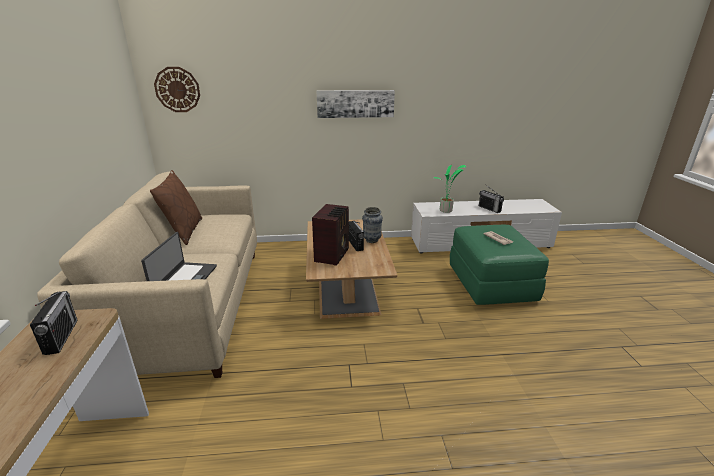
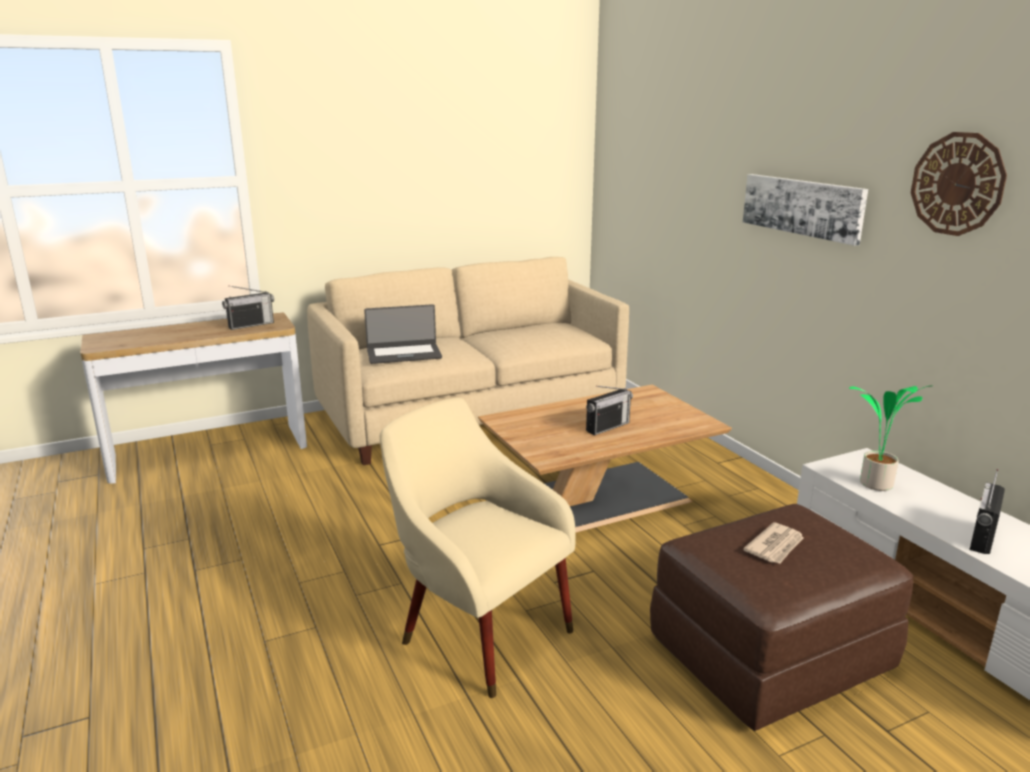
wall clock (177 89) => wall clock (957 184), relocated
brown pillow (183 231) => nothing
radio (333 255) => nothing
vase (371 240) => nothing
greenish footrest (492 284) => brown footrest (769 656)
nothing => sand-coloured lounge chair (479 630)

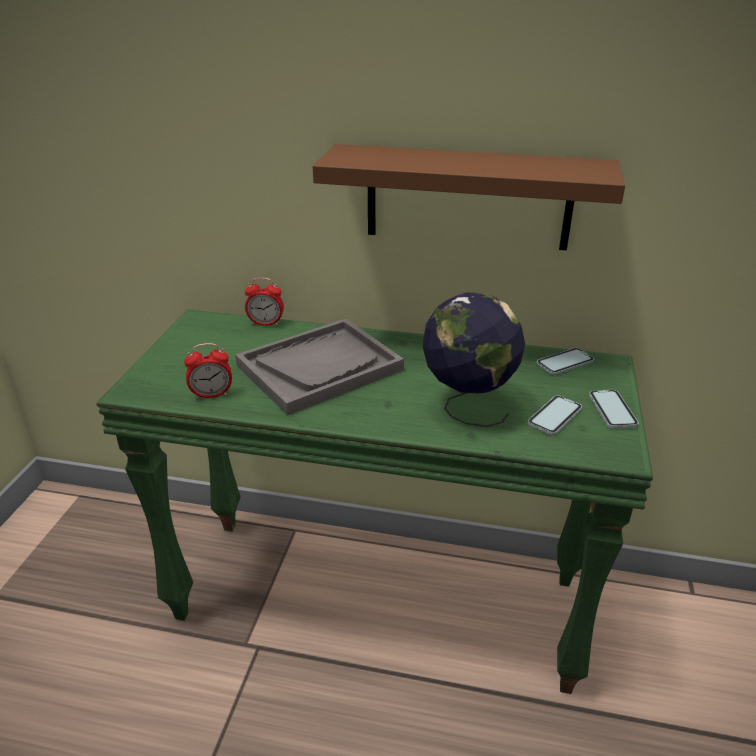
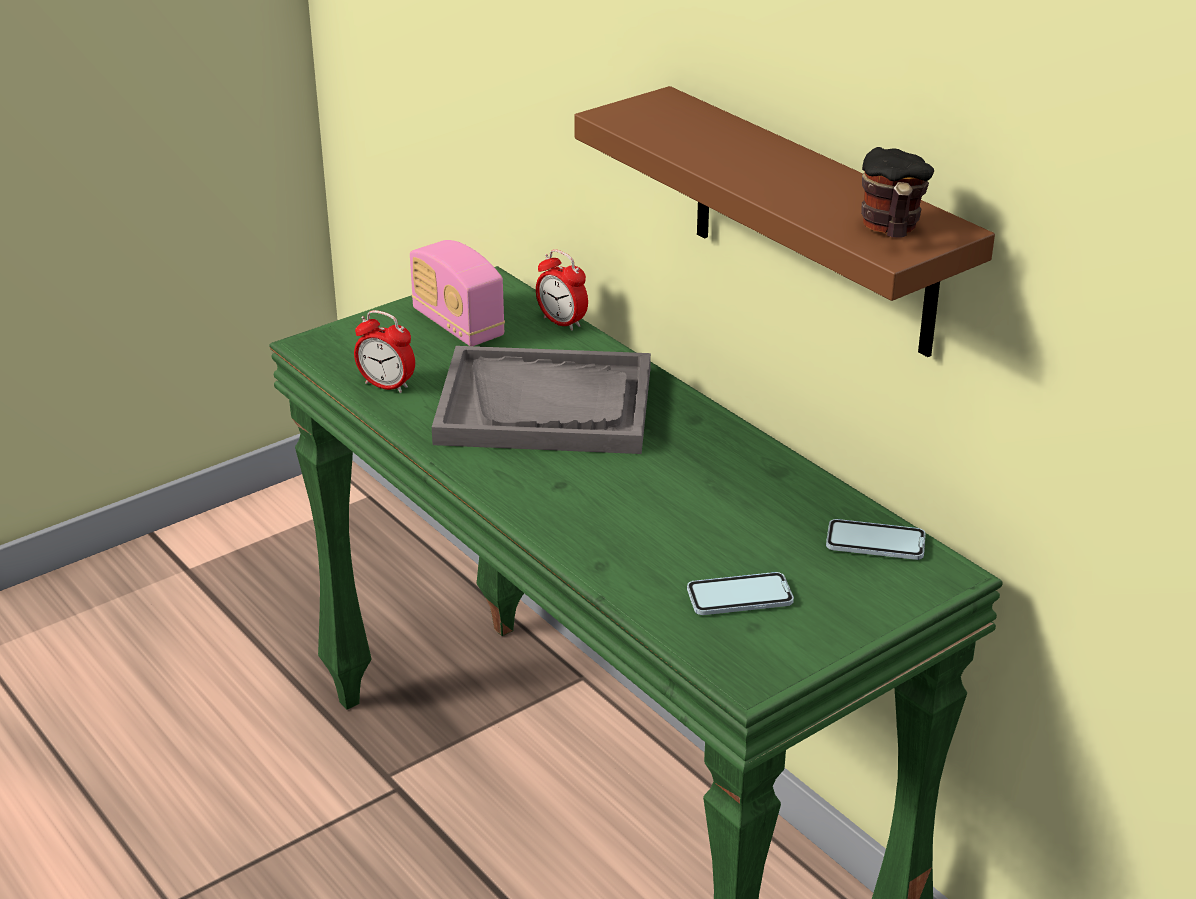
desk globe (467 407) => nothing
phone (612 410) => nothing
nothing => coffee mug (890 231)
nothing => radio (458 325)

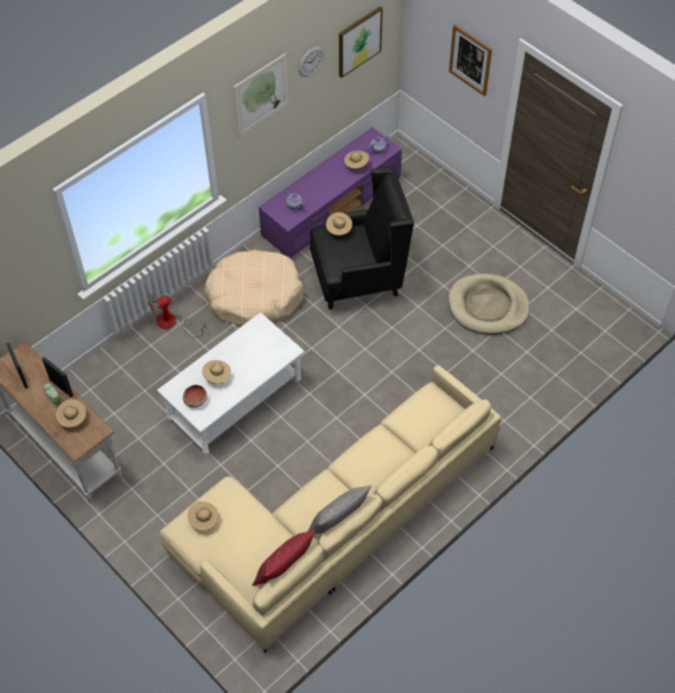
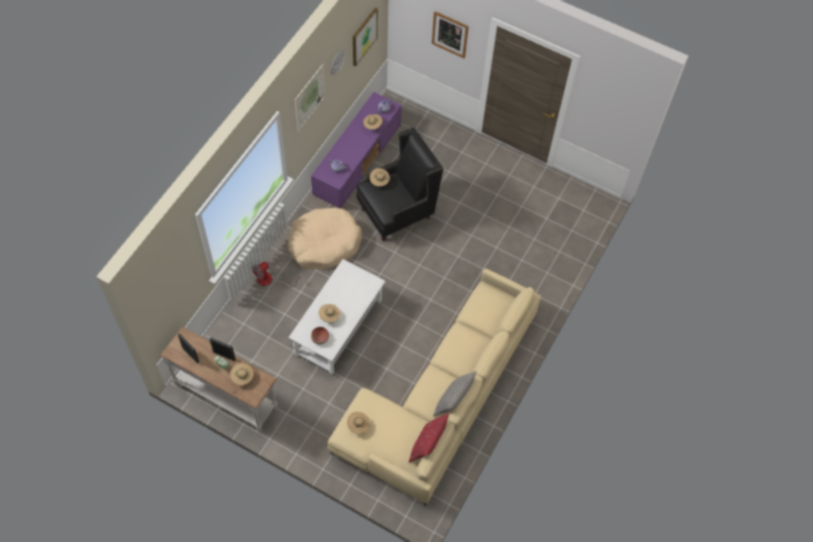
sand-coloured dog bed (488 306) => nothing

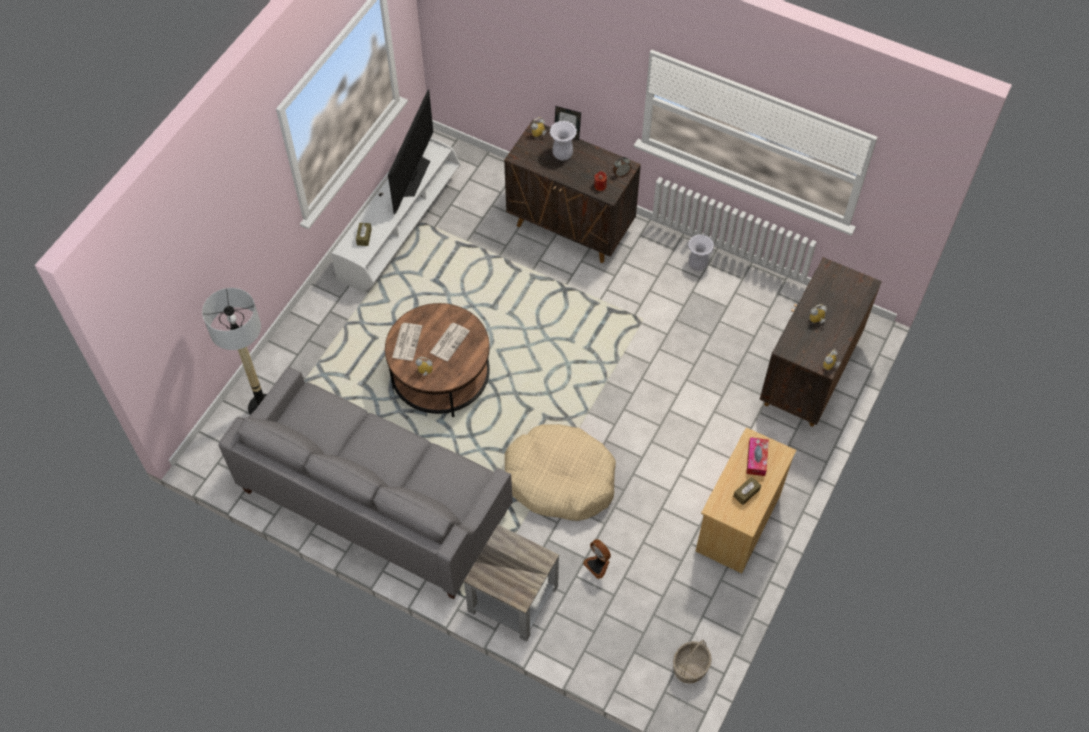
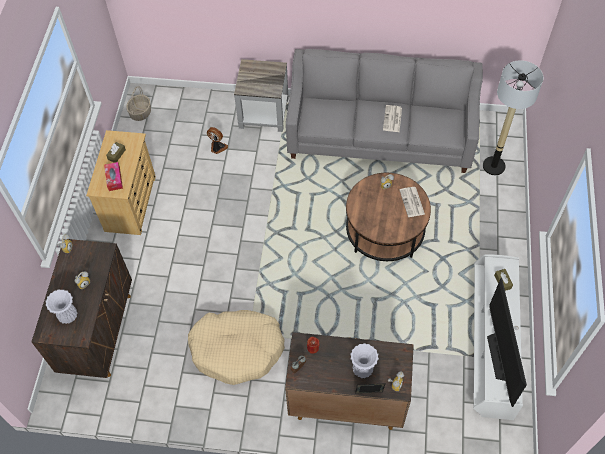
white vase (698 265) => white vase (68 316), relocated
daily paper (449 341) => daily paper (392 119), relocated
sand-coloured dog bed (560 479) => sand-coloured dog bed (237 349), relocated

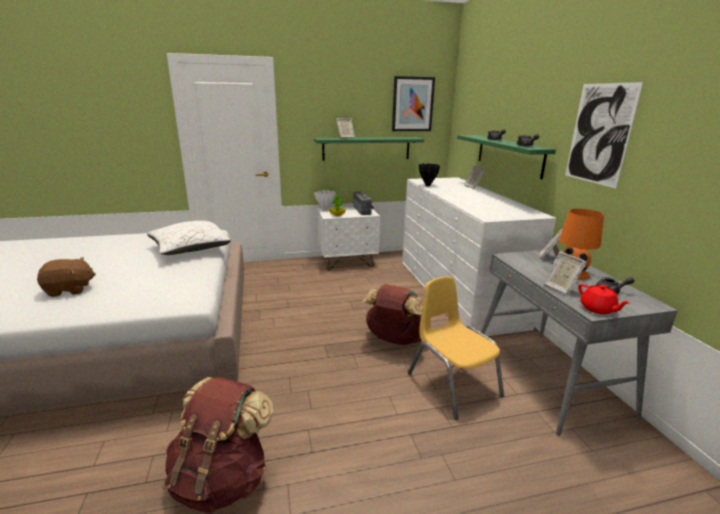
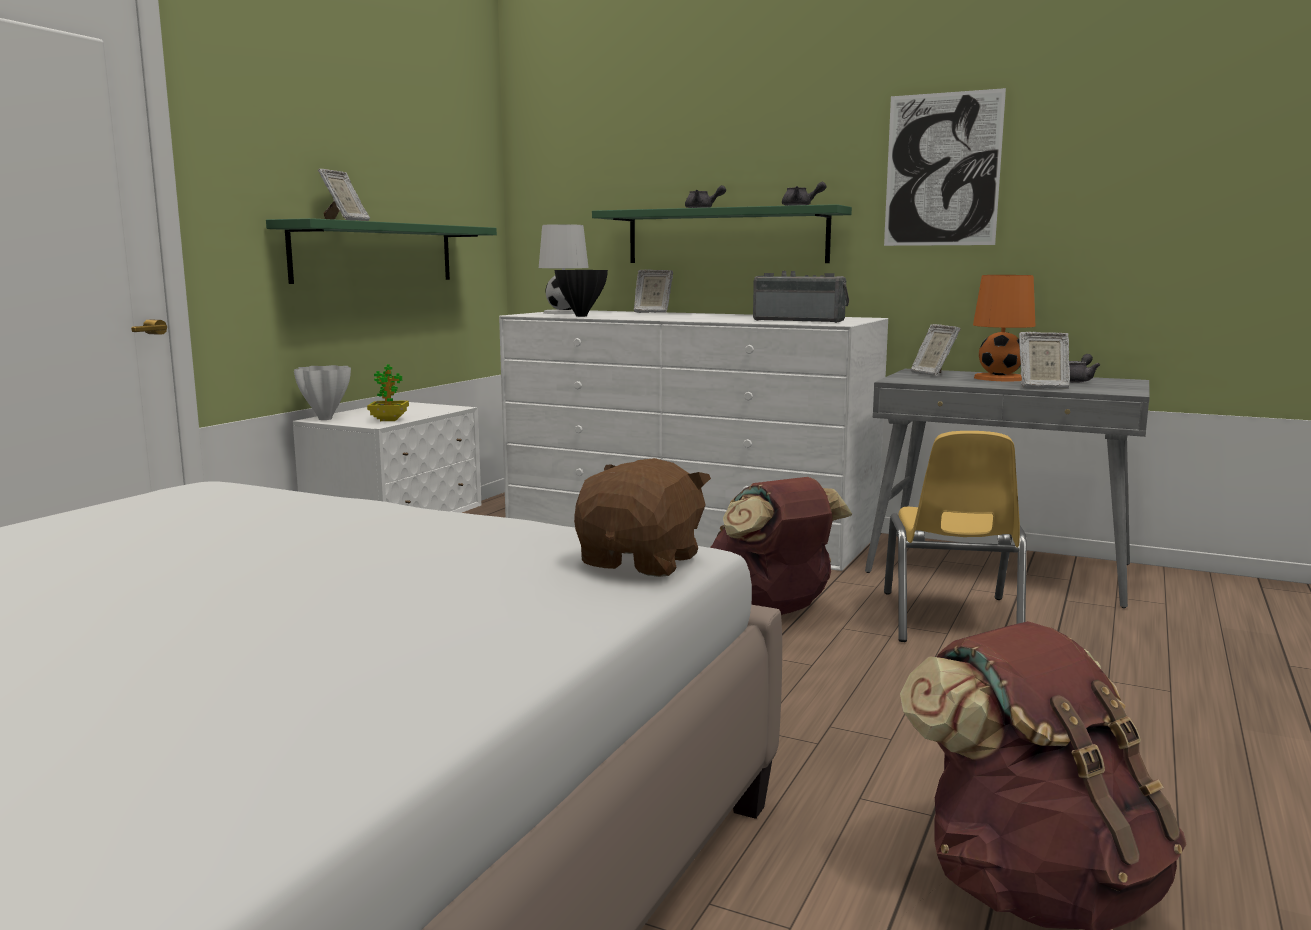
picture (412 104) => nothing
radio (364 211) => radio (800 320), relocated
white pillow (190 250) => nothing
brown soft toy (70 290) => brown soft toy (642 562), relocated
yellow chair (453 384) => yellow chair (950 619), 90 degrees counterclockwise
reddish pot for tea (598 309) => nothing
nothing => white table lamp (564 313)

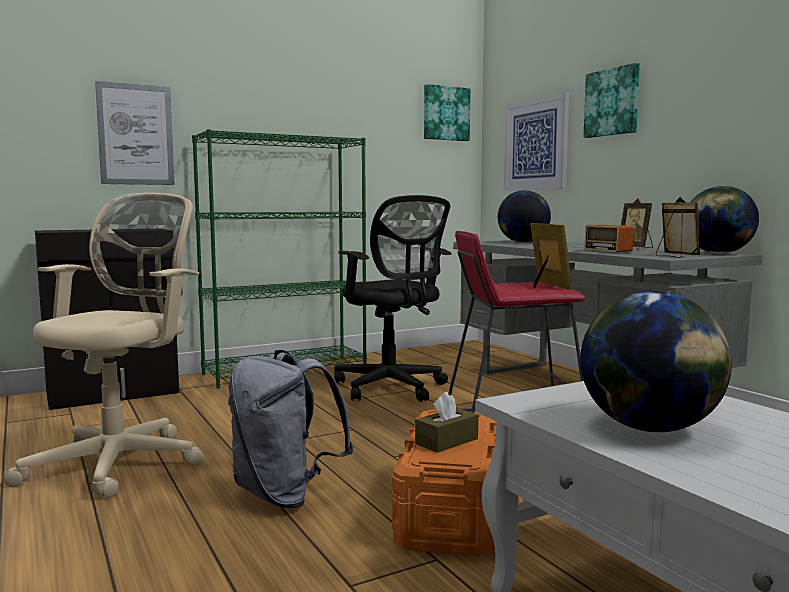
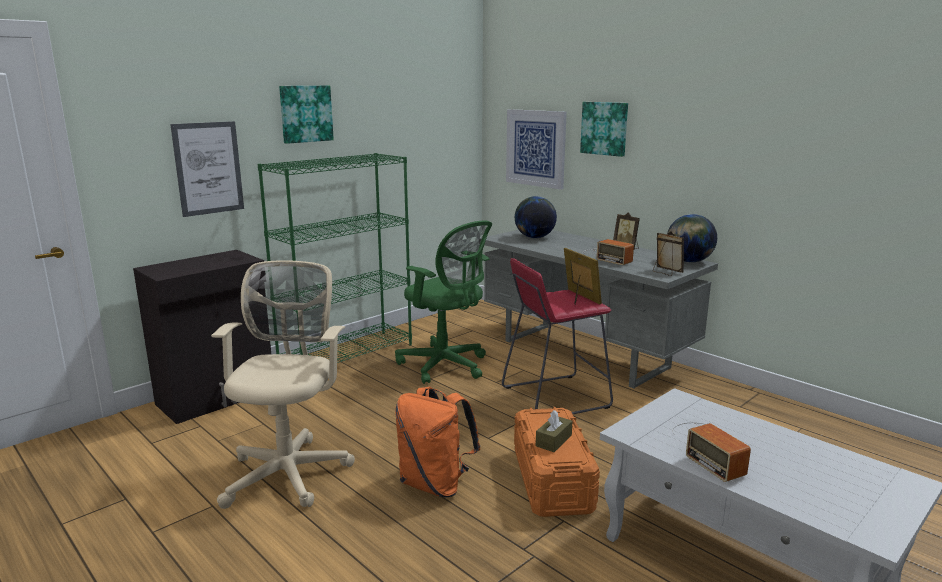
picture (445 113) => picture (305 113), relocated
blackish office chair (392 388) => greenish office chair (446 366)
desk globe (650 428) => radio (708 448)
gray knapsack (285 495) => orangey knapsack (435 484)

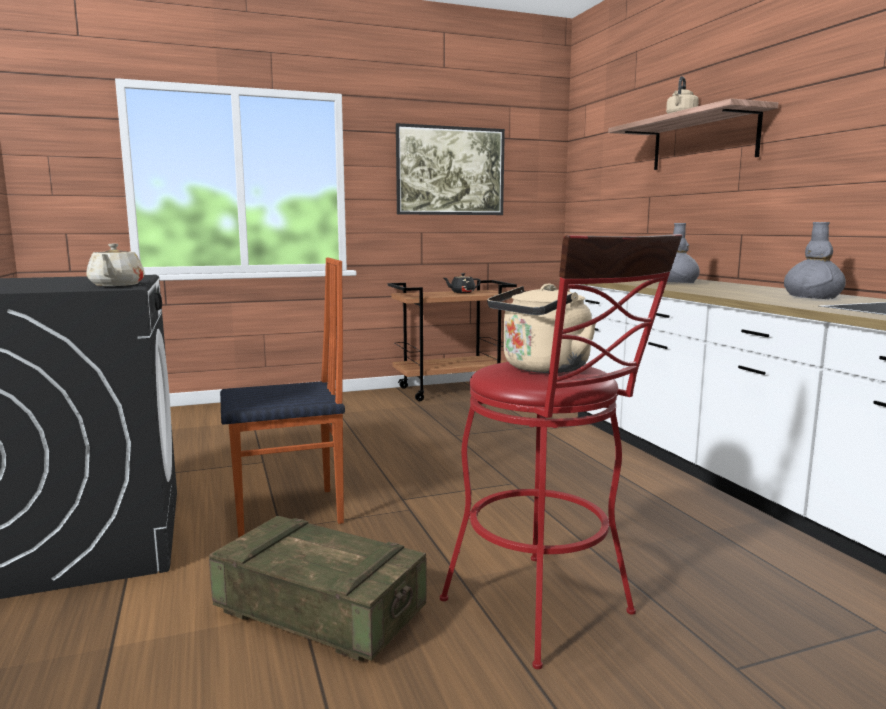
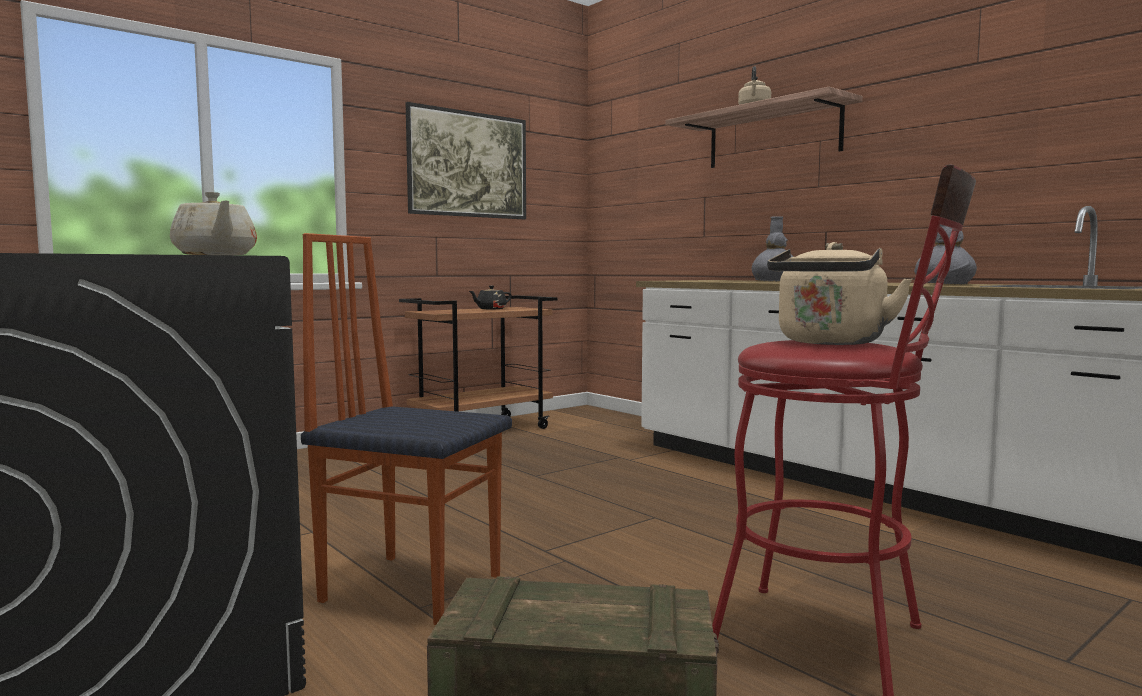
chair (289 513) => chair (412 586), 120 degrees counterclockwise

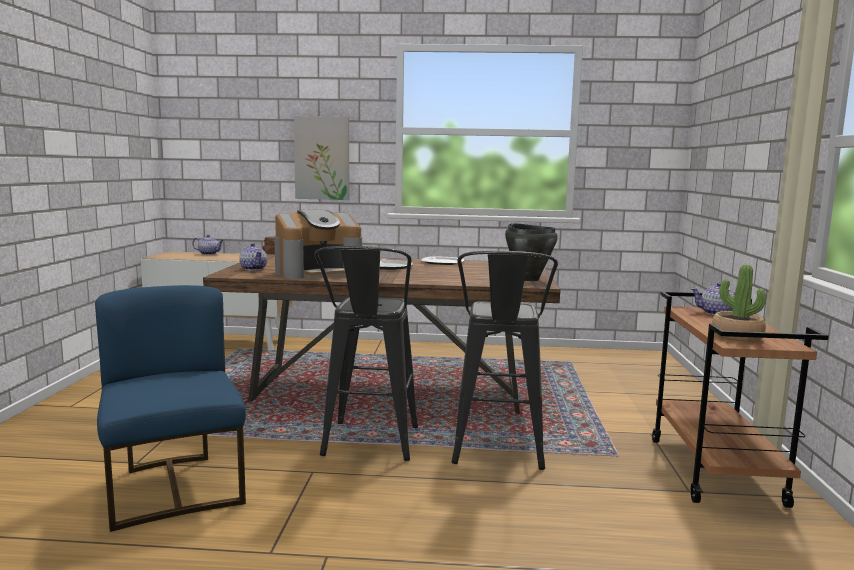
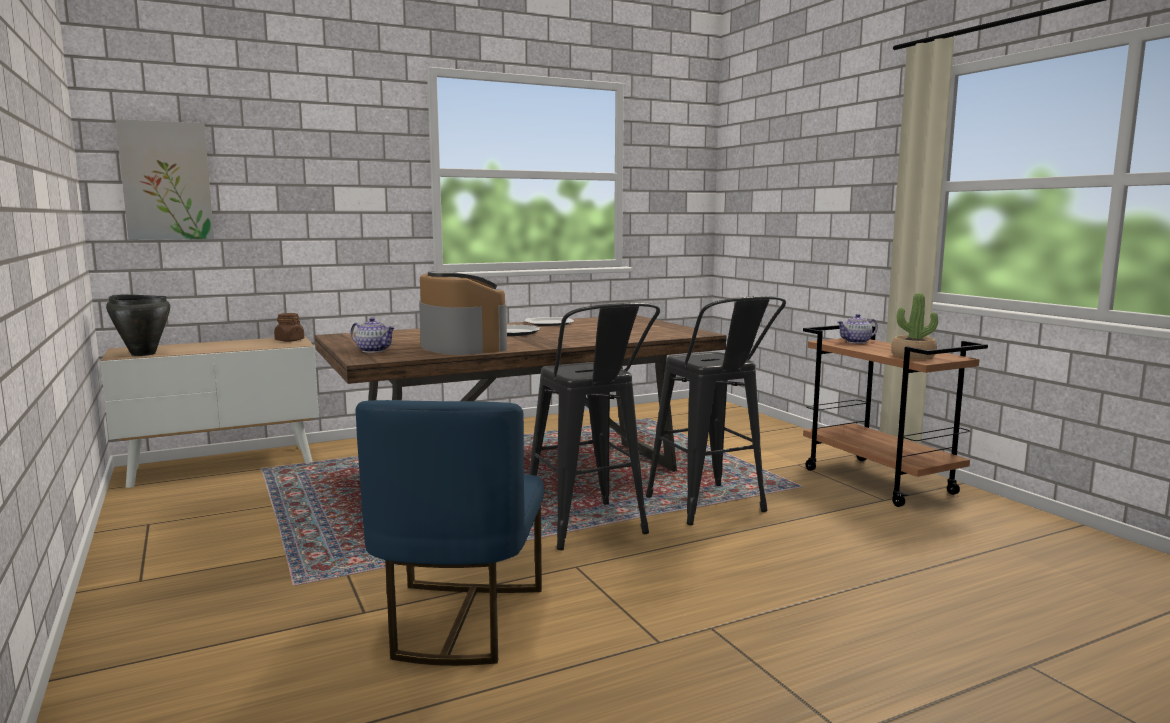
picture (322 158) => picture (166 181), relocated
coffee machine (318 272) => coffee machine (461 346), 60 degrees counterclockwise
blackish stockpot (528 279) => blackish stockpot (143 354), relocated
pot for tea (209 253) => nothing
blue chair (175 488) => blue chair (459 621), 120 degrees counterclockwise

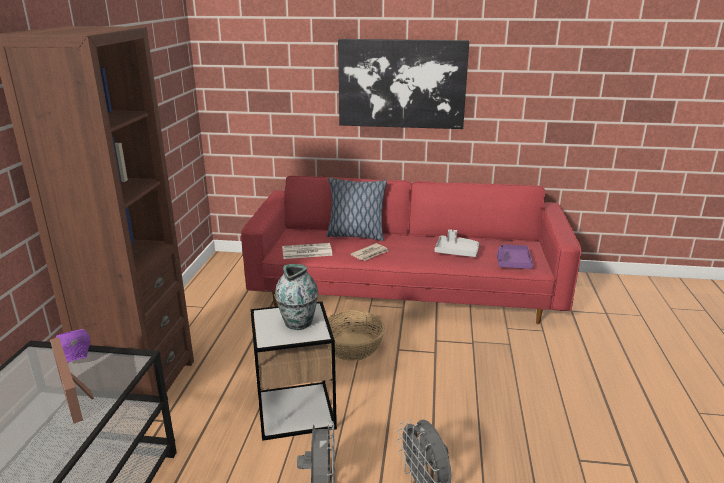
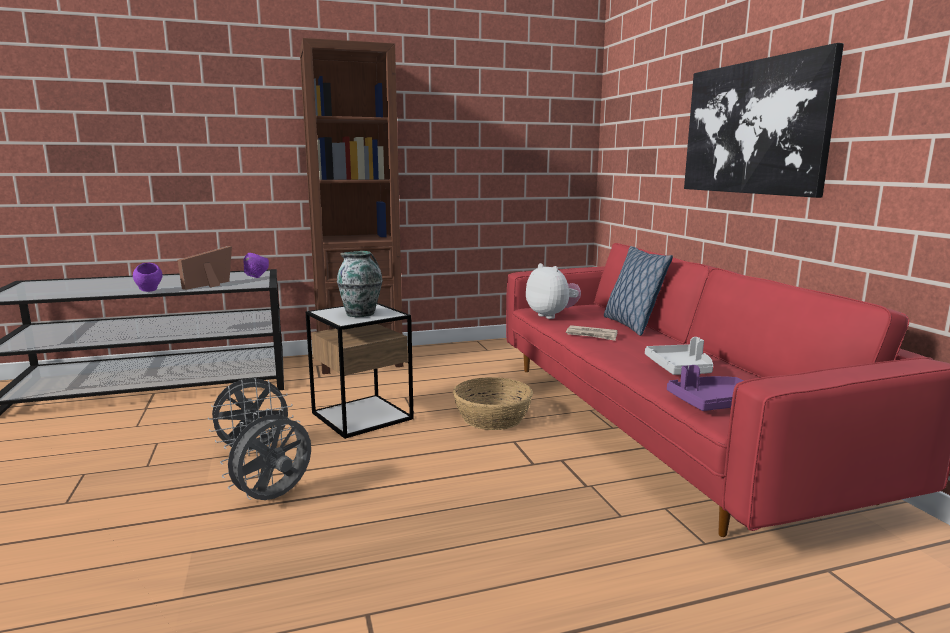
daily paper (306 252) => soft toy (552 315)
nothing => purple-coloured deep dish (149 291)

